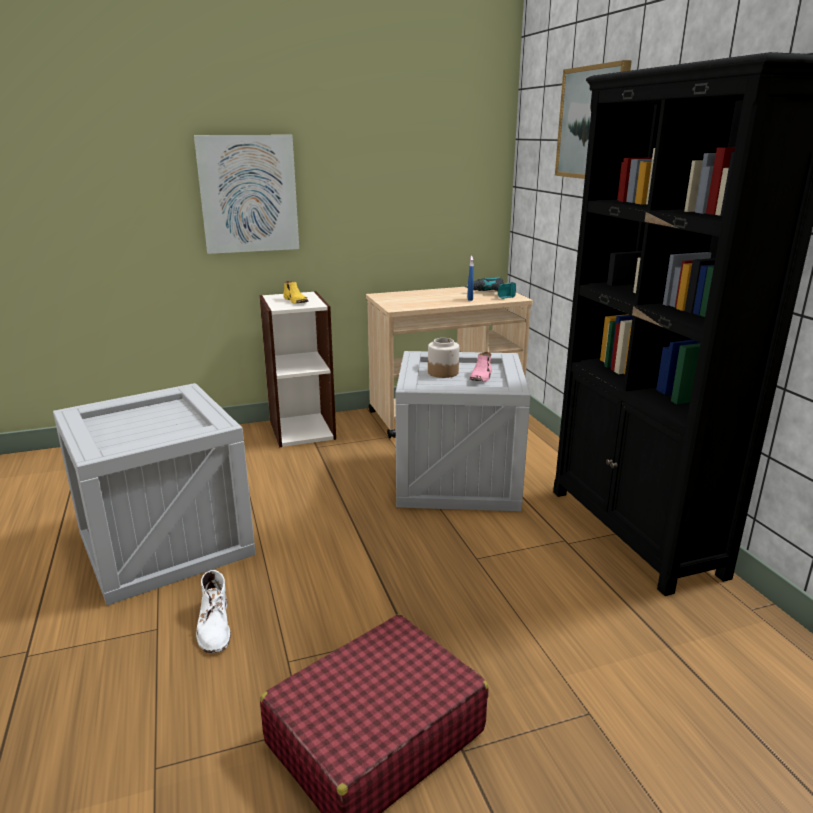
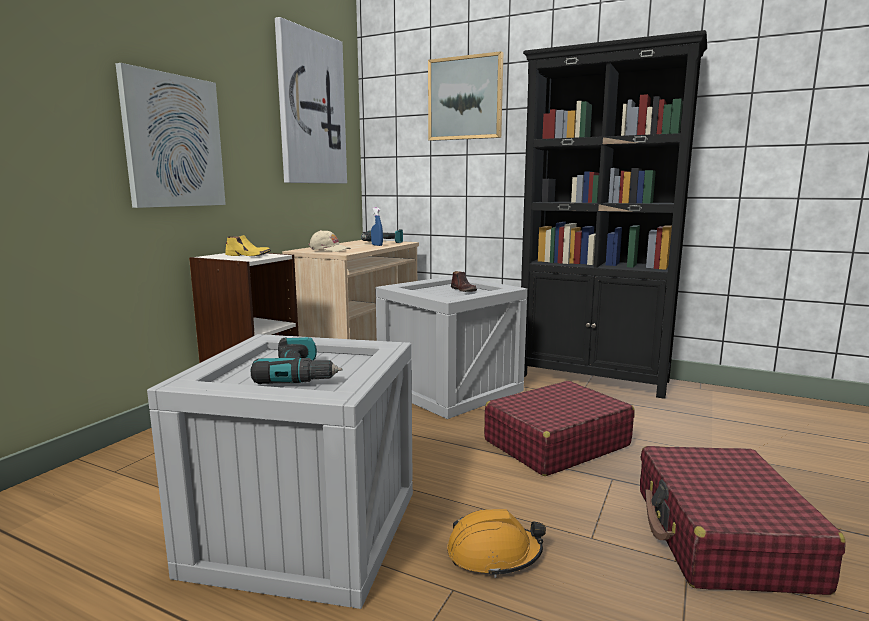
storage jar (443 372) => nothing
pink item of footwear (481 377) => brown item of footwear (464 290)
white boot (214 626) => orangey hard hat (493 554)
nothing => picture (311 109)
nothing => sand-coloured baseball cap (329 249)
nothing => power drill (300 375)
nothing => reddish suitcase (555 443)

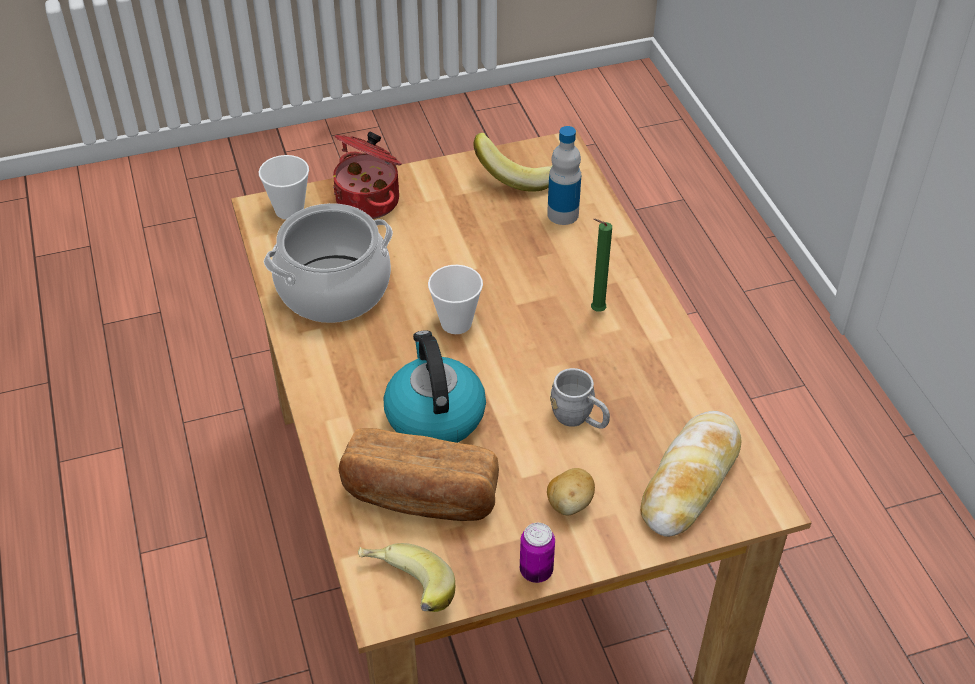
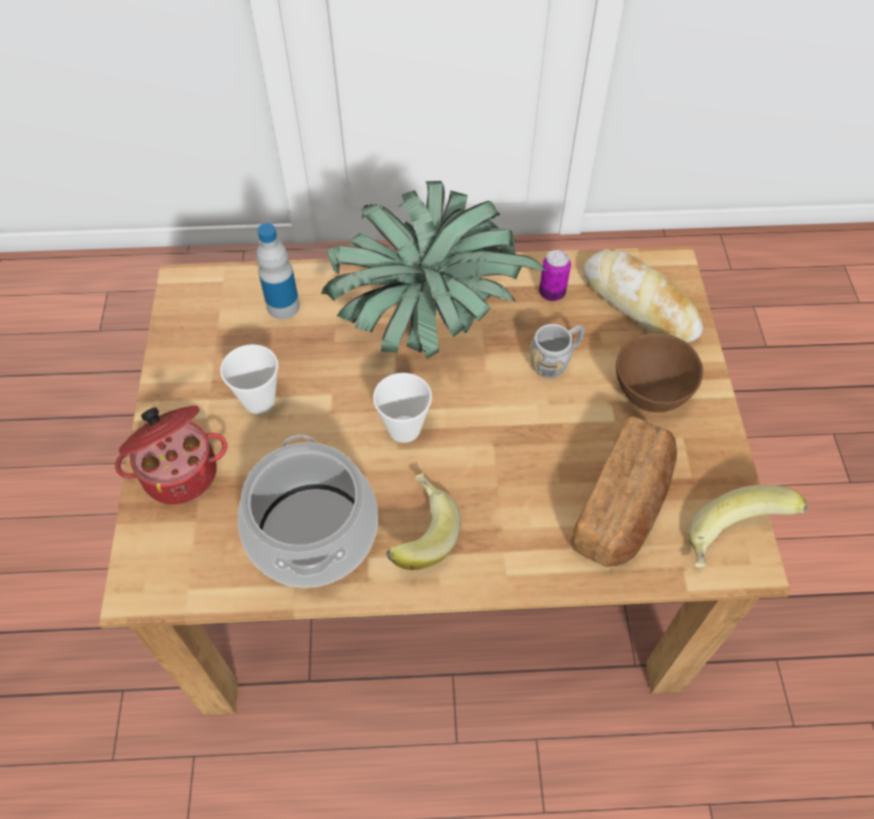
banana (521 175) => banana (417 532), relocated
drinking cup (289 210) => drinking cup (259 400), relocated
greenish candle (595 311) => houseplant (426 315)
kettle (434 414) => nothing
whole potato (570 504) => brown deep dish (651 392)
can (536 571) => can (552 293), relocated

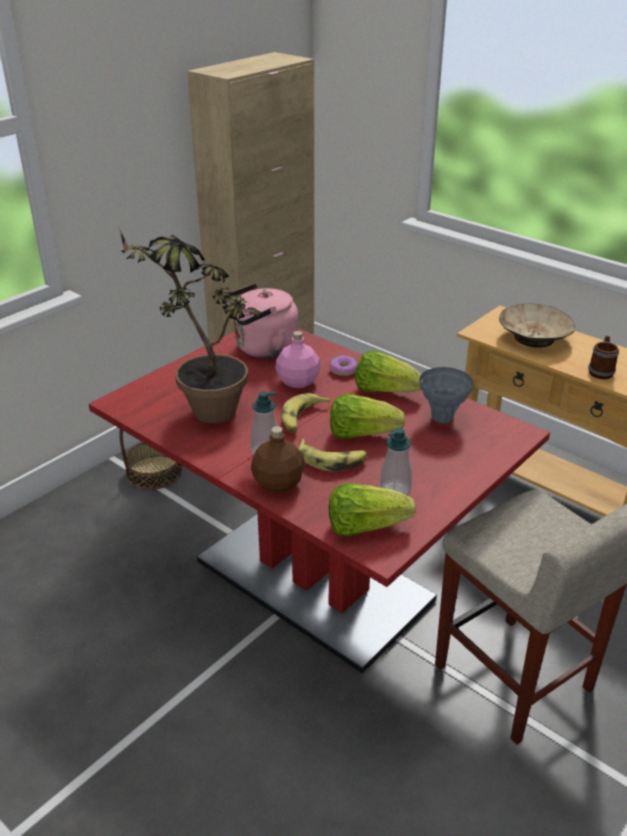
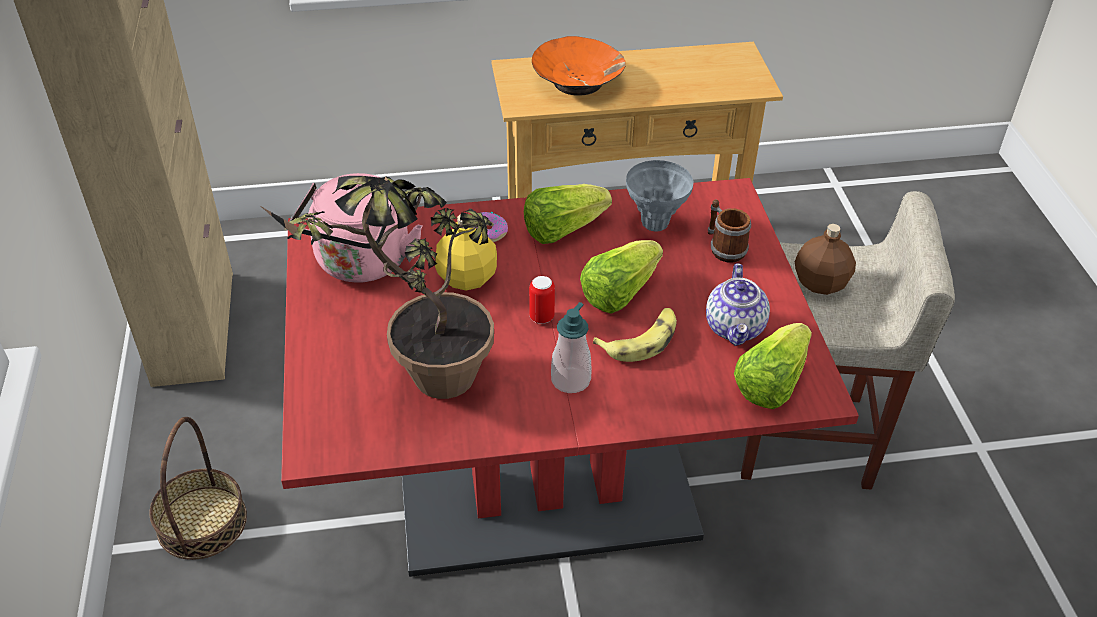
sand-coloured deep dish (534 338) => orangey deep dish (578 82)
pink drink bottle (298 382) => yellow drink bottle (468 278)
coffee mug (601 371) => coffee mug (723 247), relocated
banana (302 418) => can (541 317)
brown drink bottle (278 483) => brown drink bottle (821 283), relocated
soap dispenser (395 490) => pot for tea (735 328)

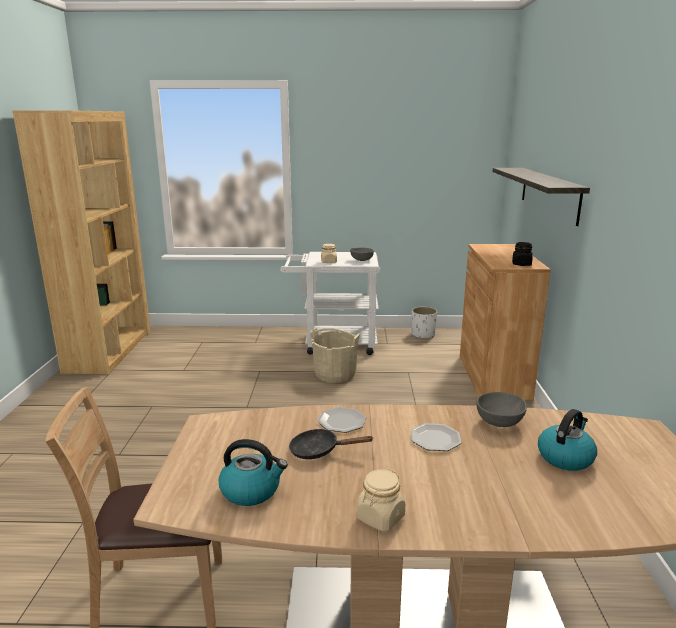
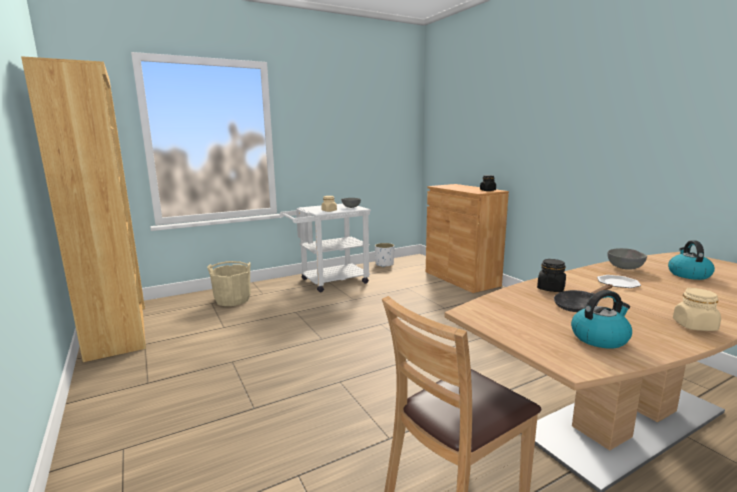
shelf (549 193) => nothing
sand-coloured bucket (335 374) => sand-coloured bucket (233 300), relocated
plate (341 422) => blackish storage jar (550 288)

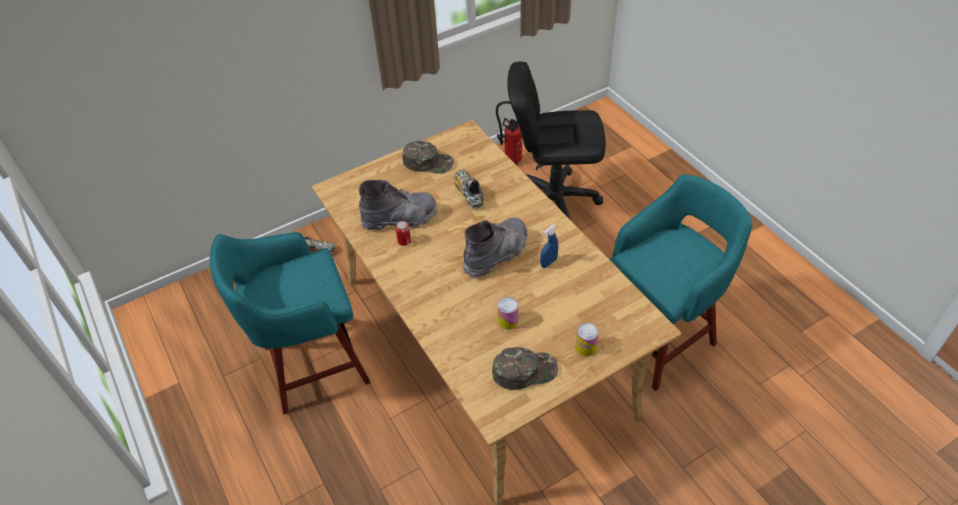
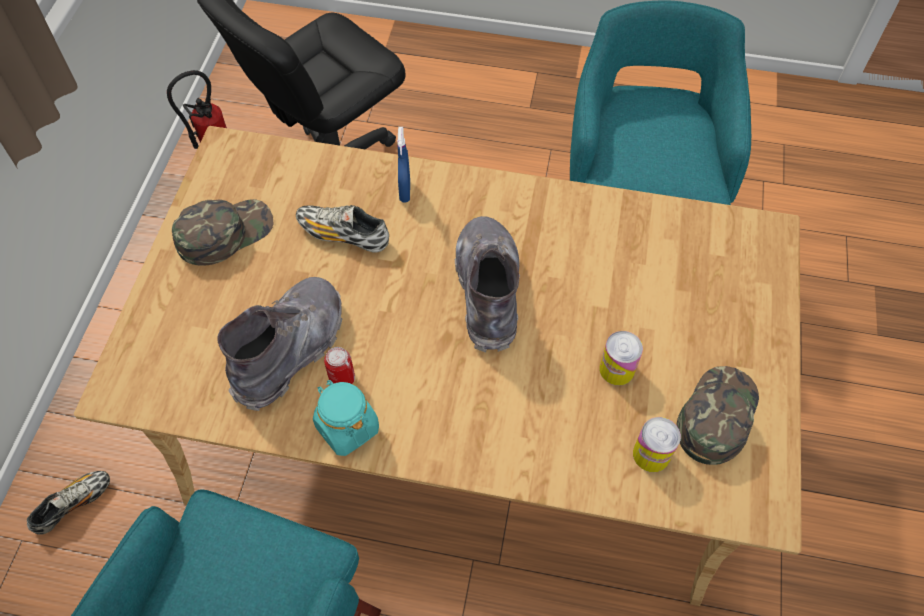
blue hand sprayer (548 262) => blue hand sprayer (405 191), relocated
can (585 347) => can (651 454), relocated
nothing => blue-green storage jar (347 427)

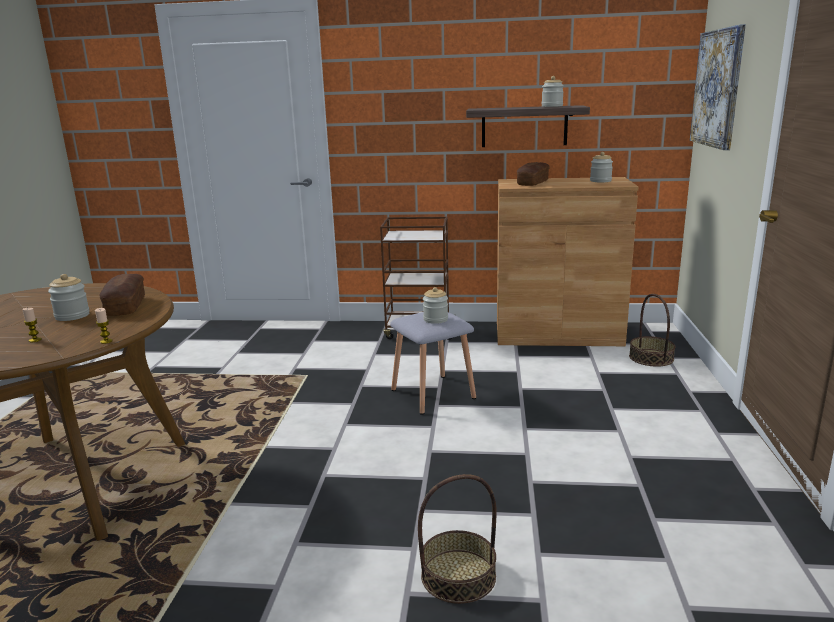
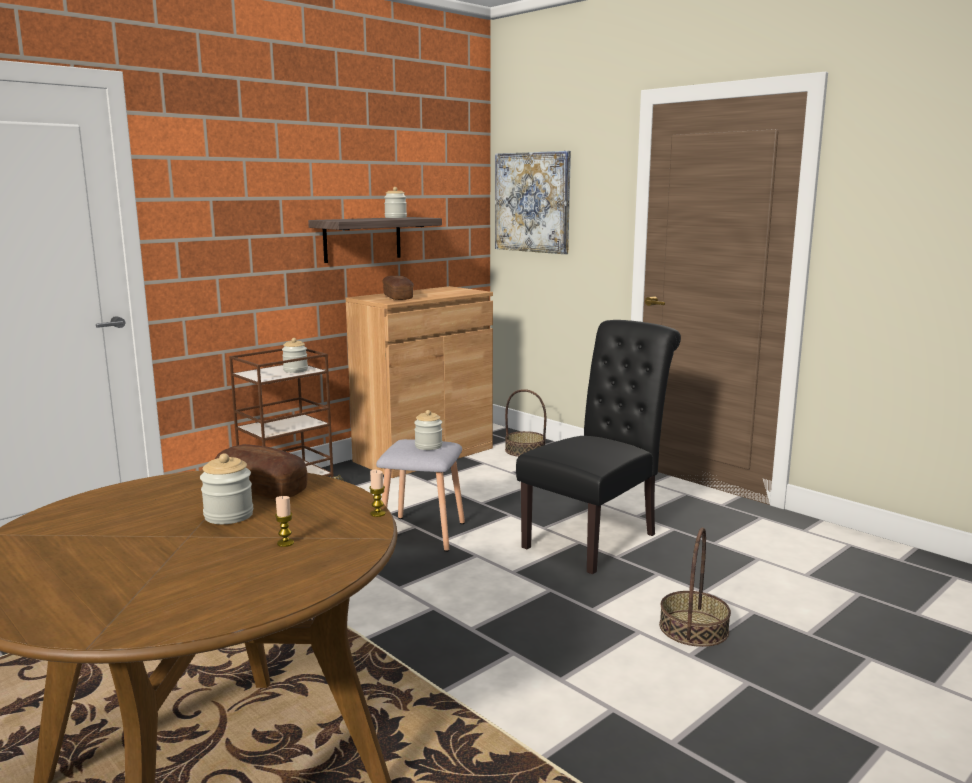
storage jar (600 181) => storage jar (295 370), relocated
nothing => blackish chair (596 538)

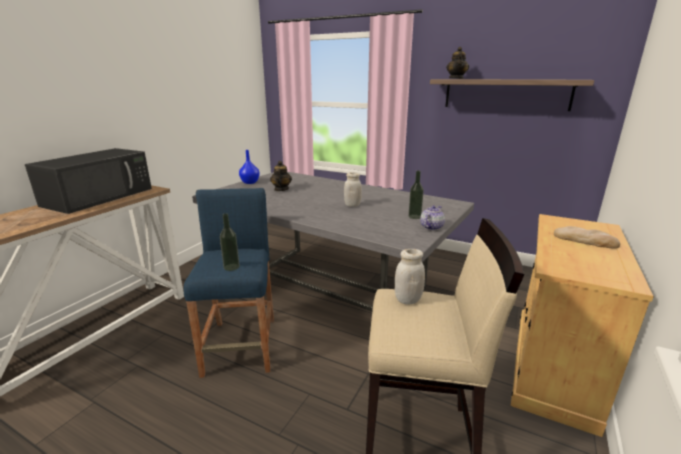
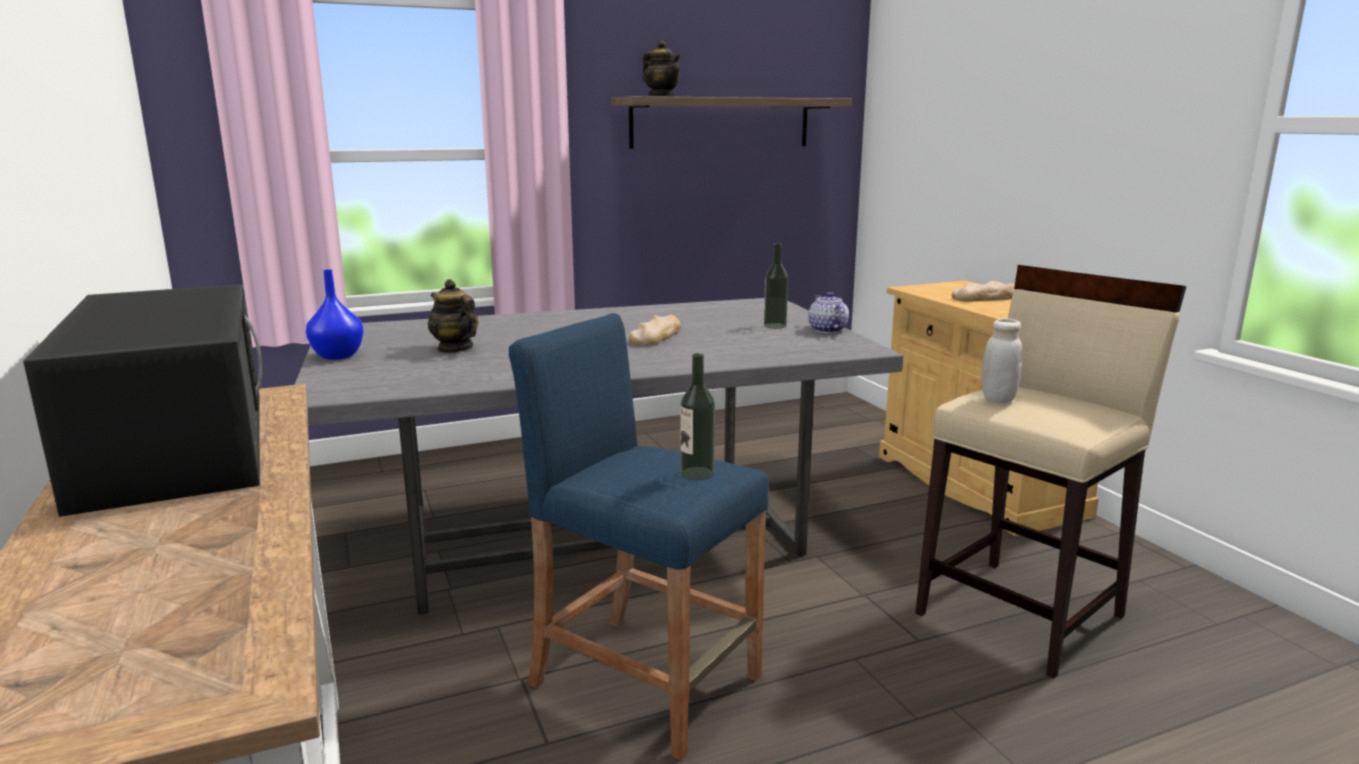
white storage jar (352 205) => bakery bread (656 336)

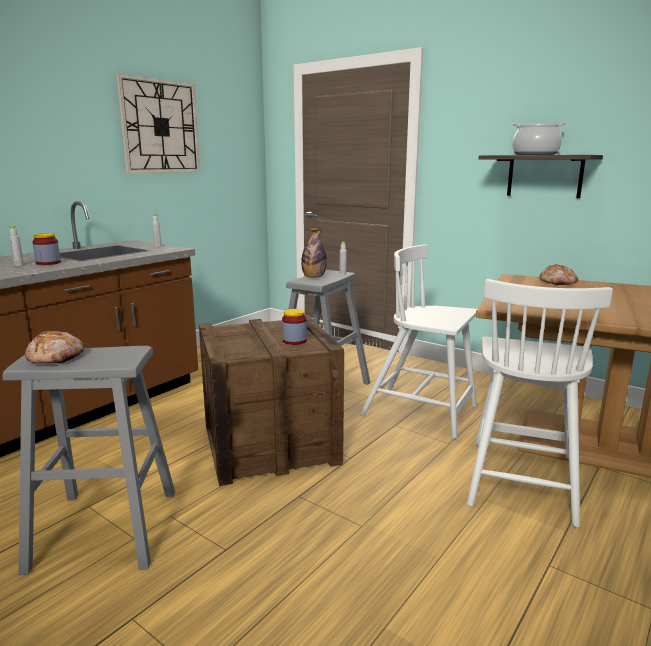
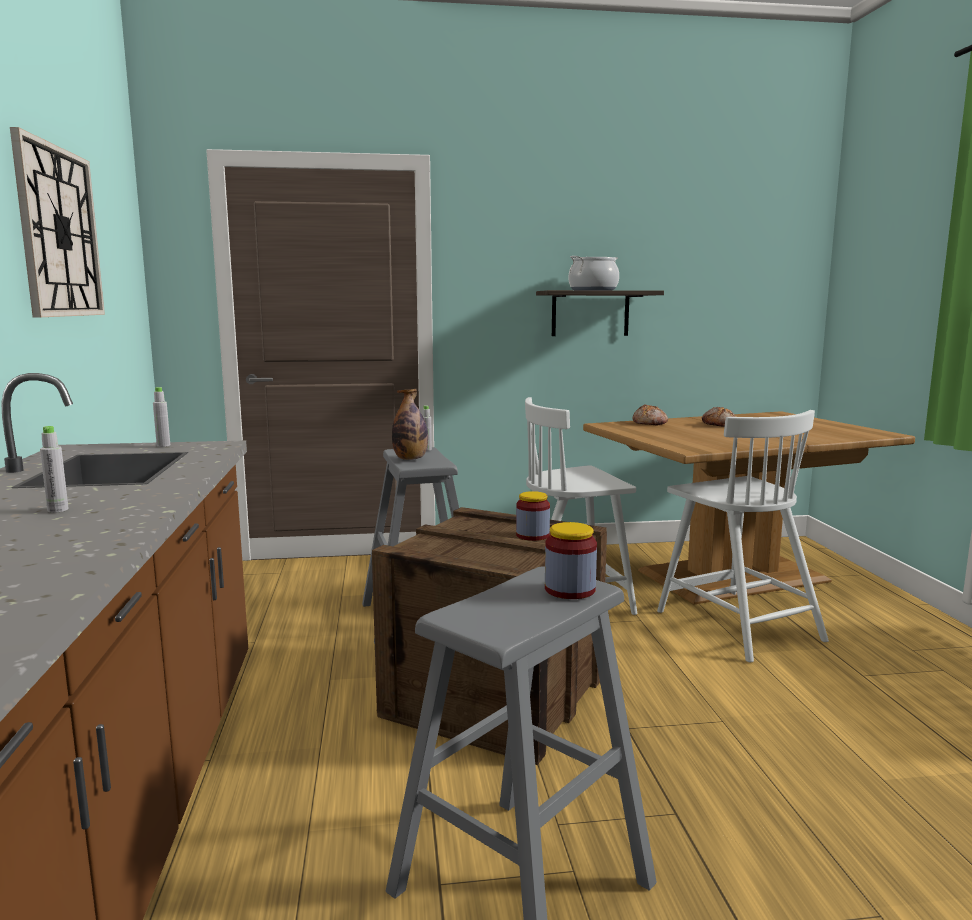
storage jar (48 263) => storage jar (570 590), relocated
bakery bread (57 357) => bakery bread (719 425), relocated

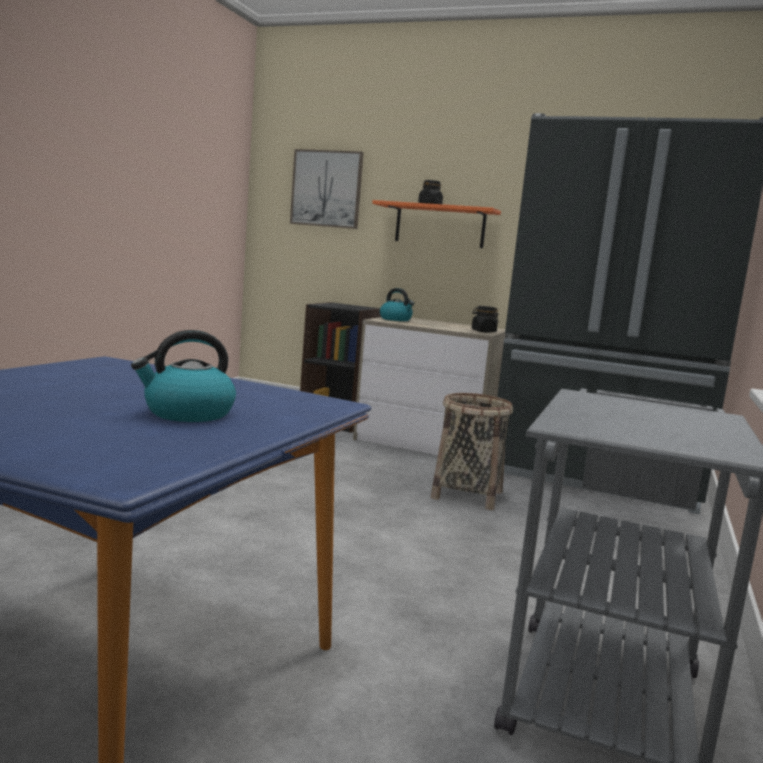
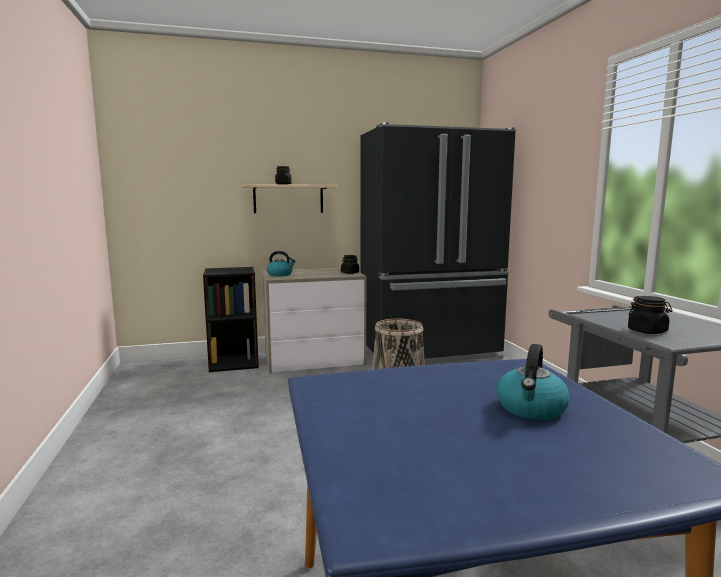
picture (327 189) => nothing
orangey shelf (440 226) => sand-coloured shelf (288 199)
nothing => blackish storage jar (647 331)

